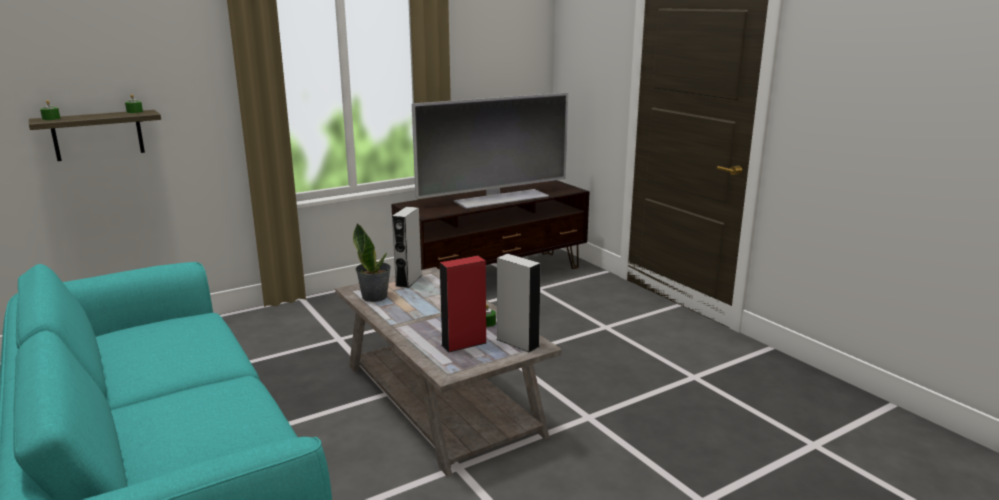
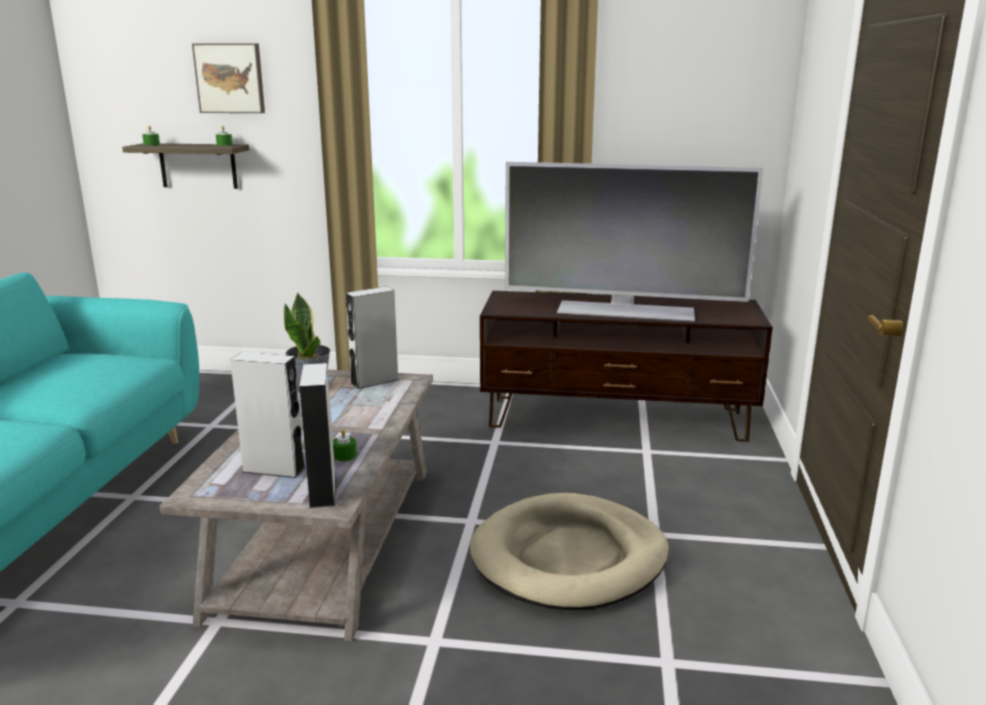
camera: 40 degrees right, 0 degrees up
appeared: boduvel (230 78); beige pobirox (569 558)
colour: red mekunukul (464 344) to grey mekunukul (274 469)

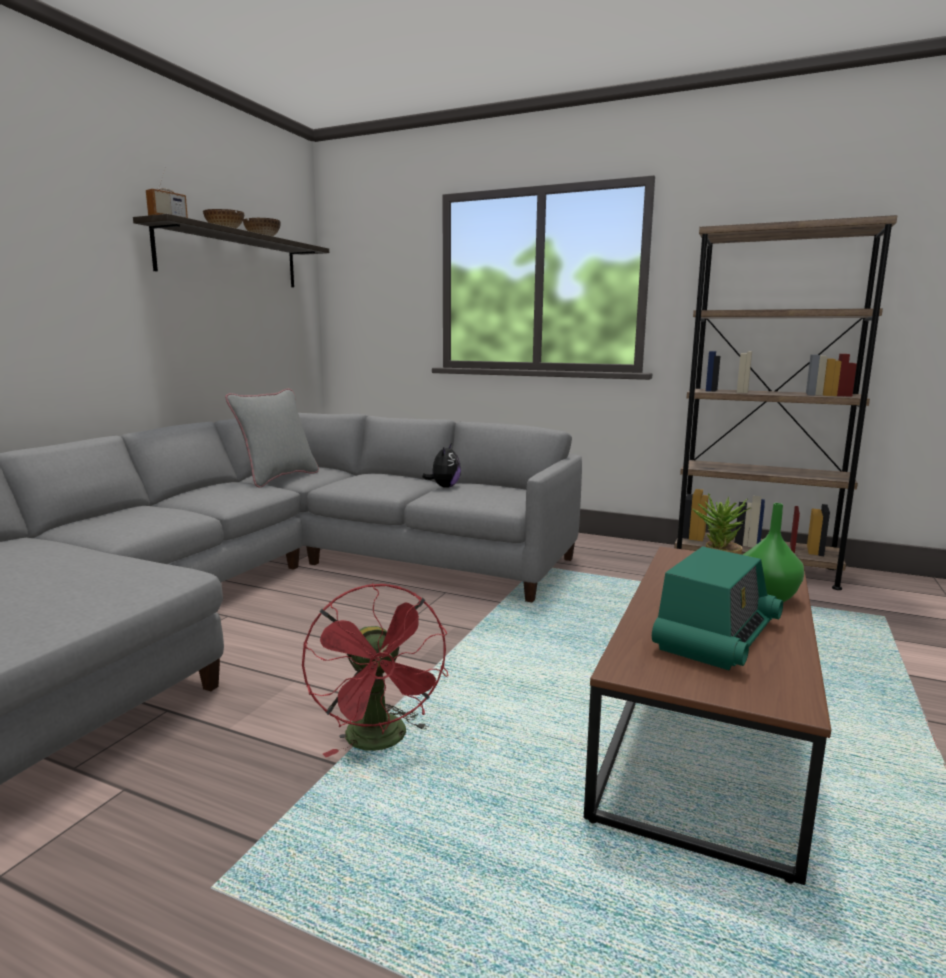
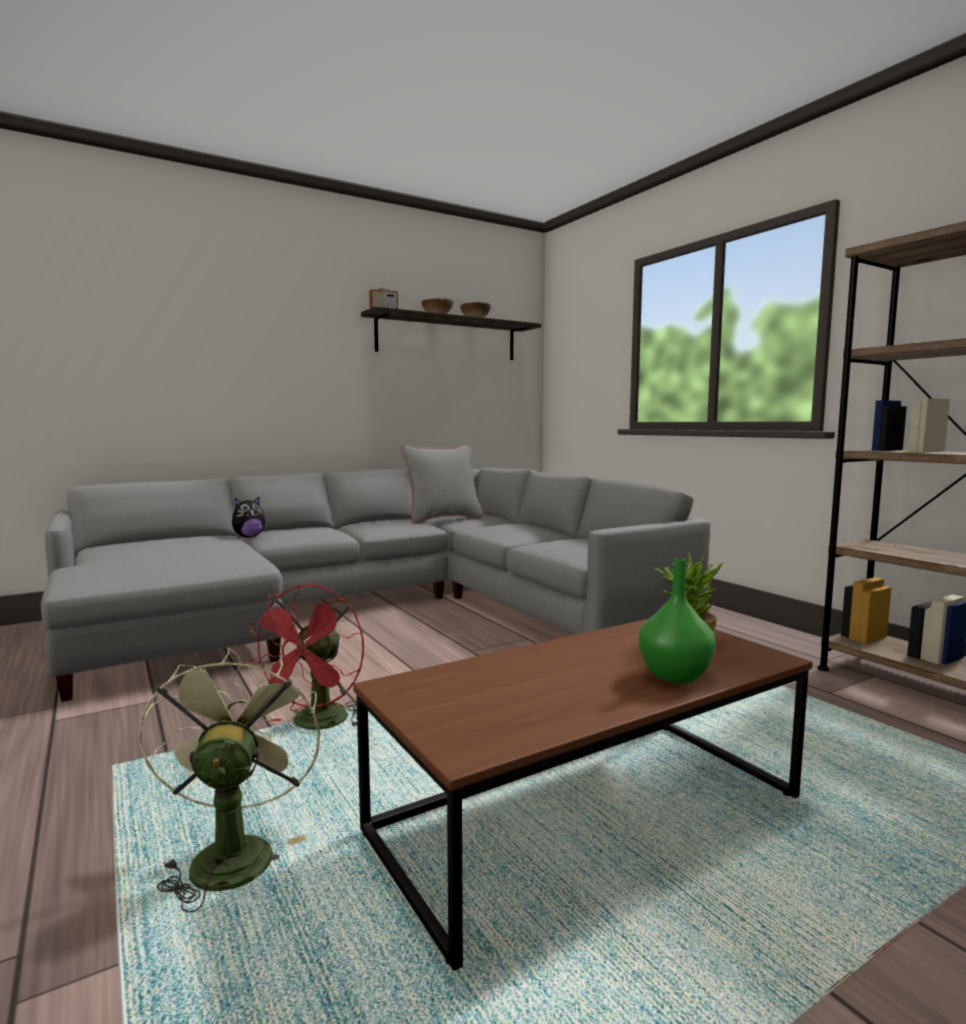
camera: 35 degrees right, 5 degrees down
missing: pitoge (716 636)
appeared: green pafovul (232 852)
relocated: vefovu (444 487) to (248 537)

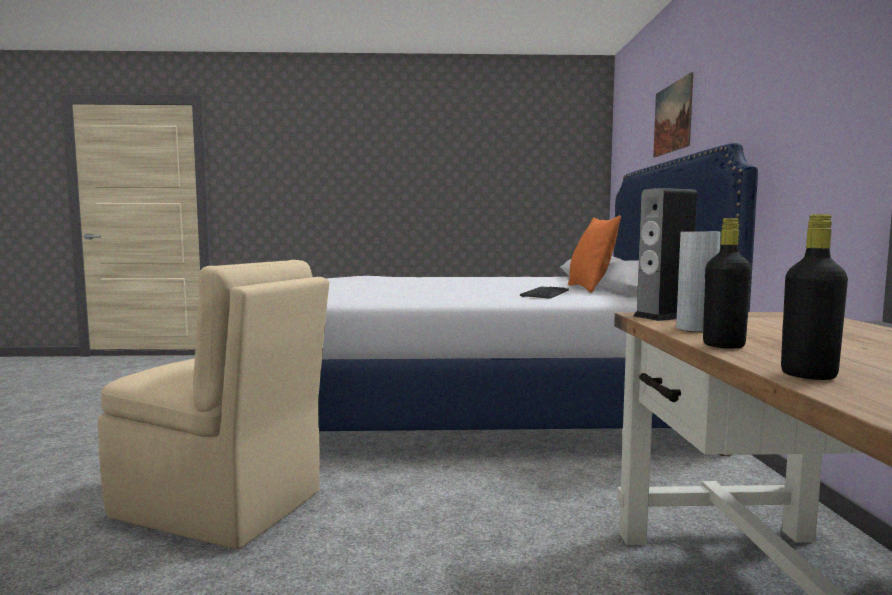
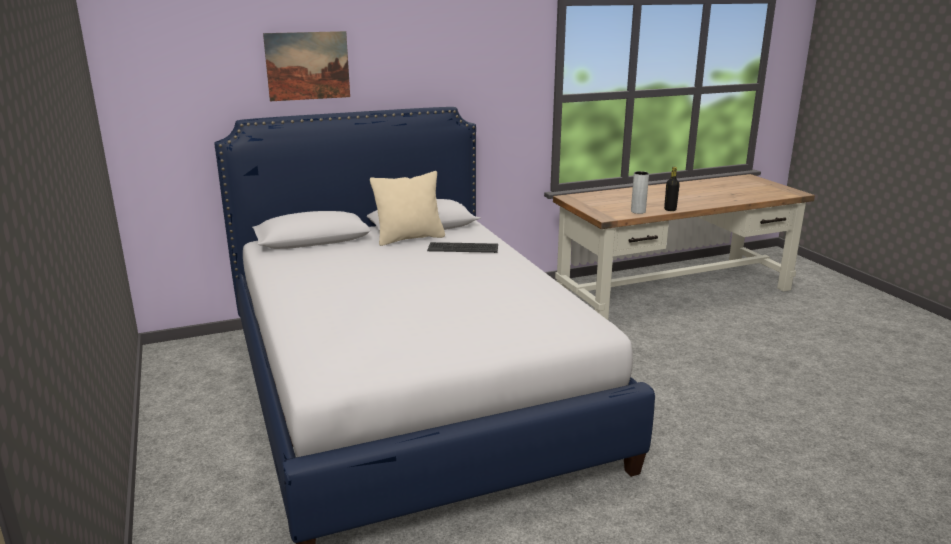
camera: 110 degrees left, 15 degrees up
missing: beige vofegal (221 506); mekunukul (663 316); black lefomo (808 375)
colour: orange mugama (590 288) to beige mugama (409 238)

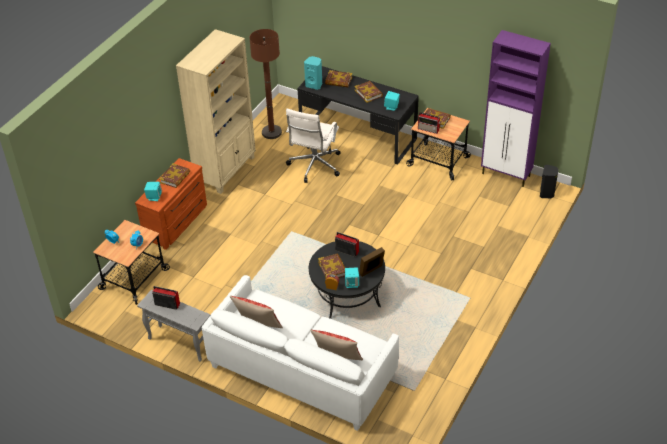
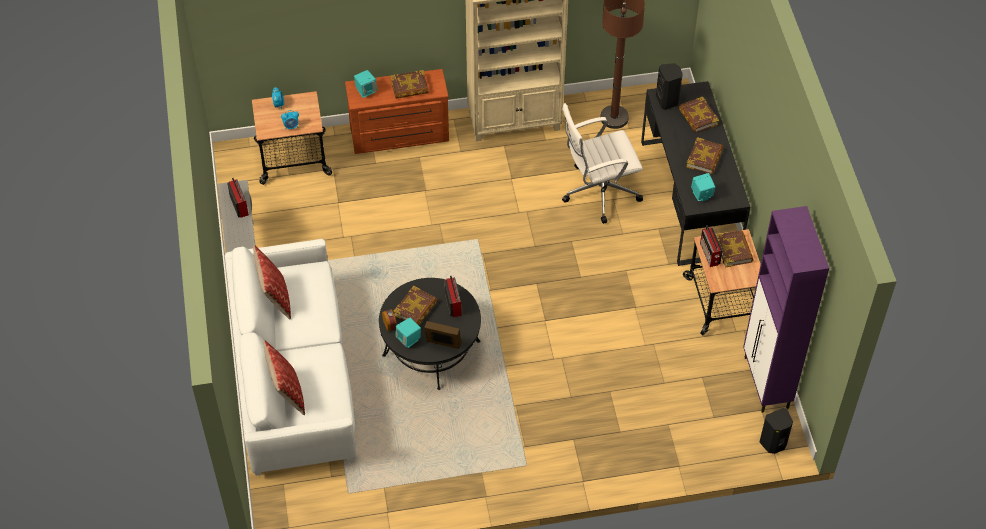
camera: 50 degrees right, 10 degrees up
colour: turquoise mekunukul (314 85) to black mekunukul (667 100)

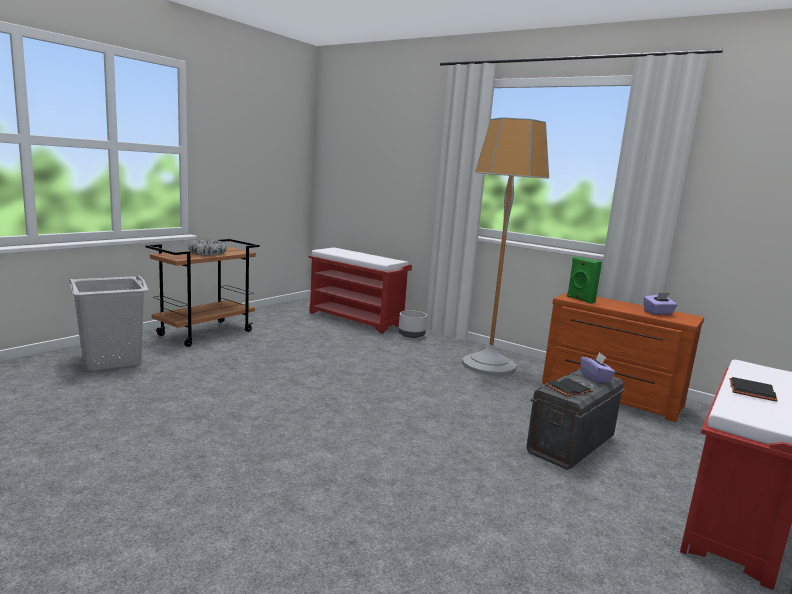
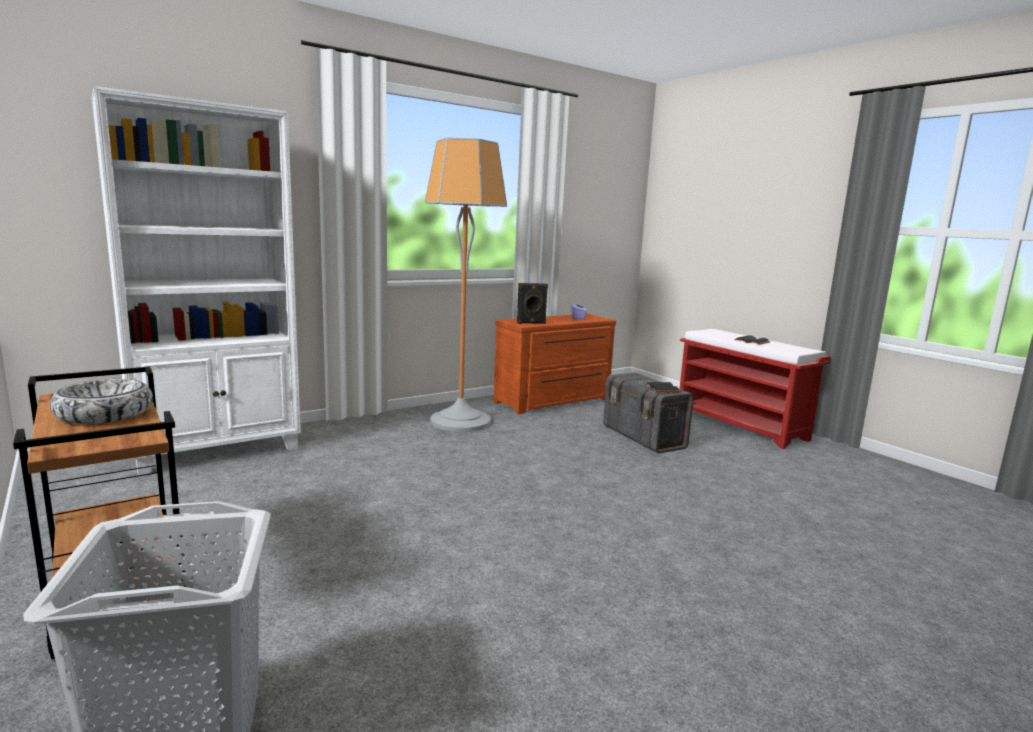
camera: 70 degrees left, 0 degrees up
missing: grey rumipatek (411 335); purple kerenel (595 378)
exchanged: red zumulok (356 319) to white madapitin (218 450)
colour: green mekunukul (580 299) to black mekunukul (531 323)

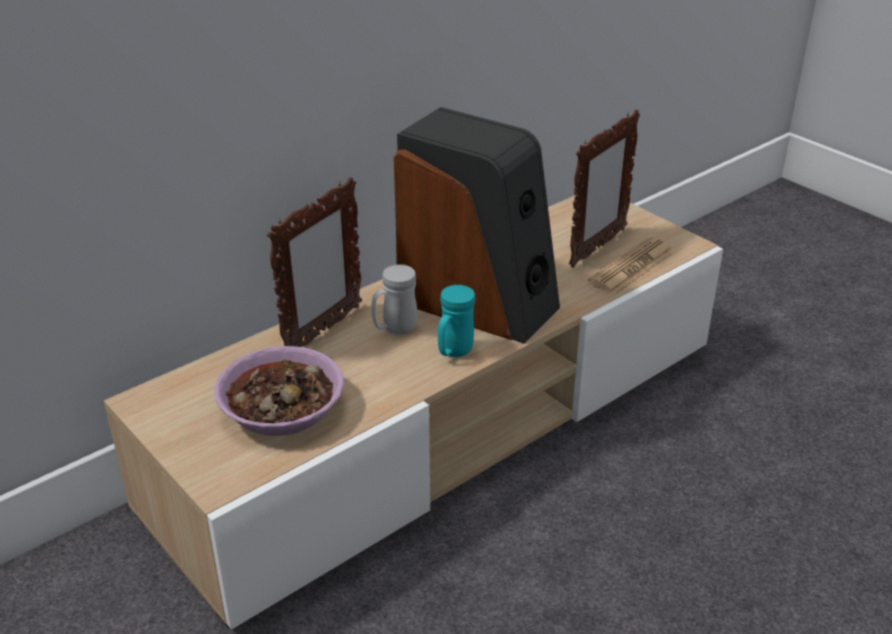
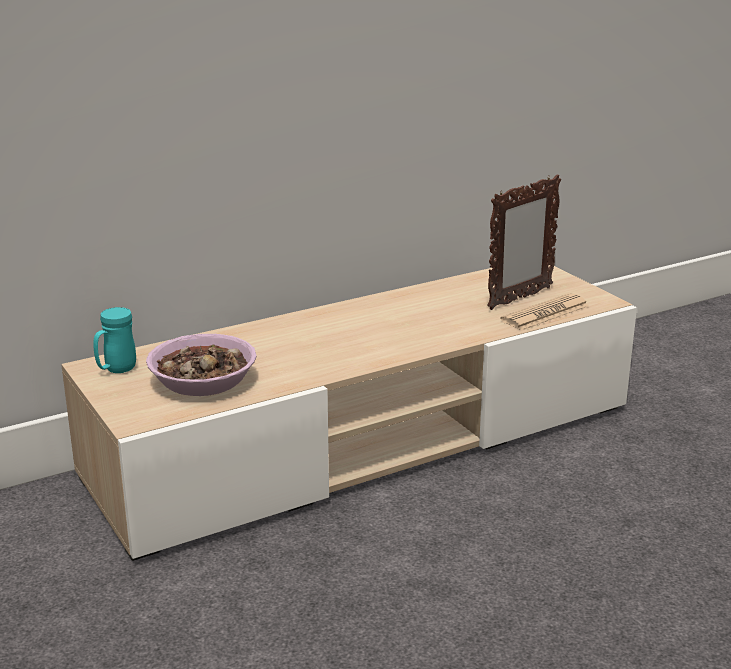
camera: 10 degrees right, 10 degrees down
missing: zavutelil (322 331); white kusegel (395 329); mekunukul (478 302)
relocated: turquoise kusegel (453 352) to (116 370)

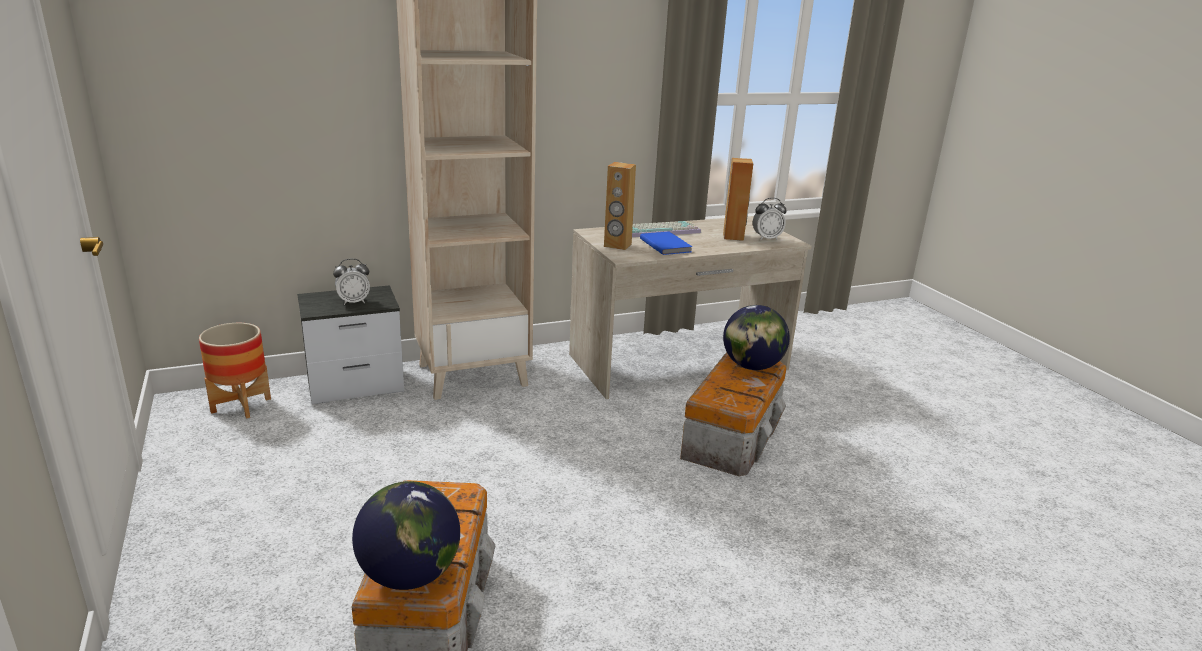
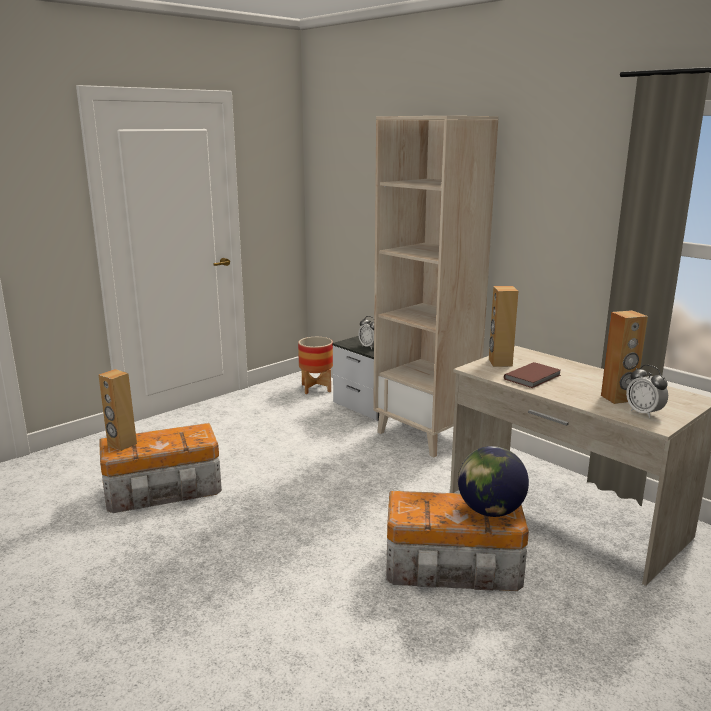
camera: 70 degrees right, 5 degrees down
missing: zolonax (660 230)
exchanged: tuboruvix (410 575) to brown mekunukul (122 444)
colour: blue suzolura (666 245) to brown suzolura (534 377)

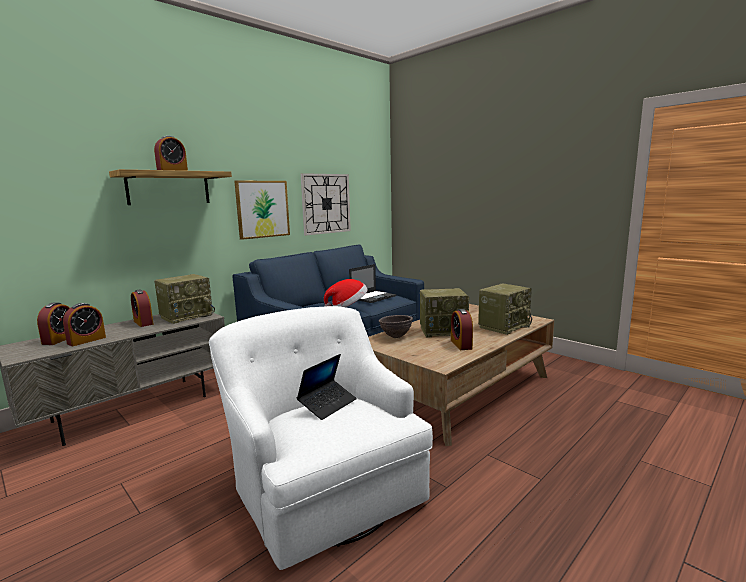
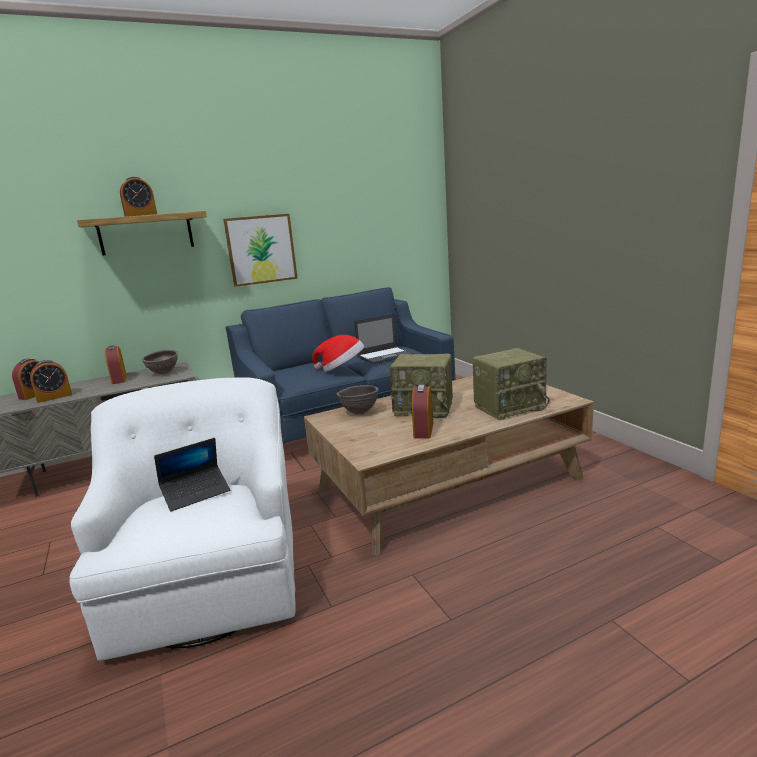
camera: 20 degrees right, 5 degrees up
missing: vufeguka (326 203)
exchanged: pitoge (187 316) to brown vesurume (163 373)

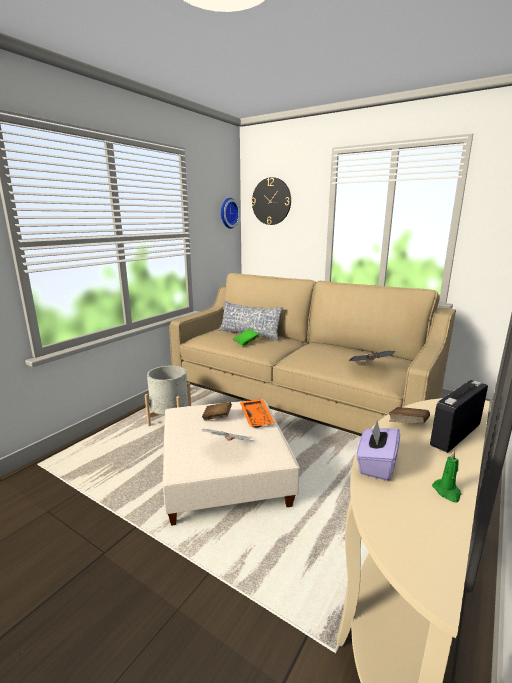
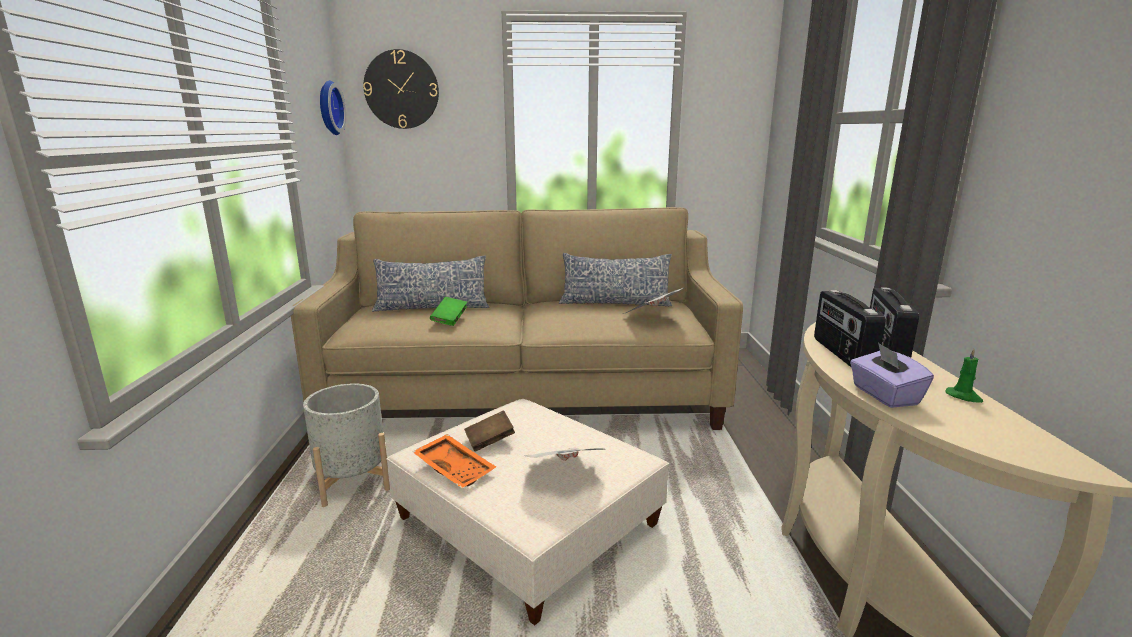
camera: 35 degrees left, 0 degrees up
appeared: mugama (614 303)
relocated: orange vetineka (257 417) to (456 469)
exchanged: brown suzolura (407 426) to pitoge (841 353)

